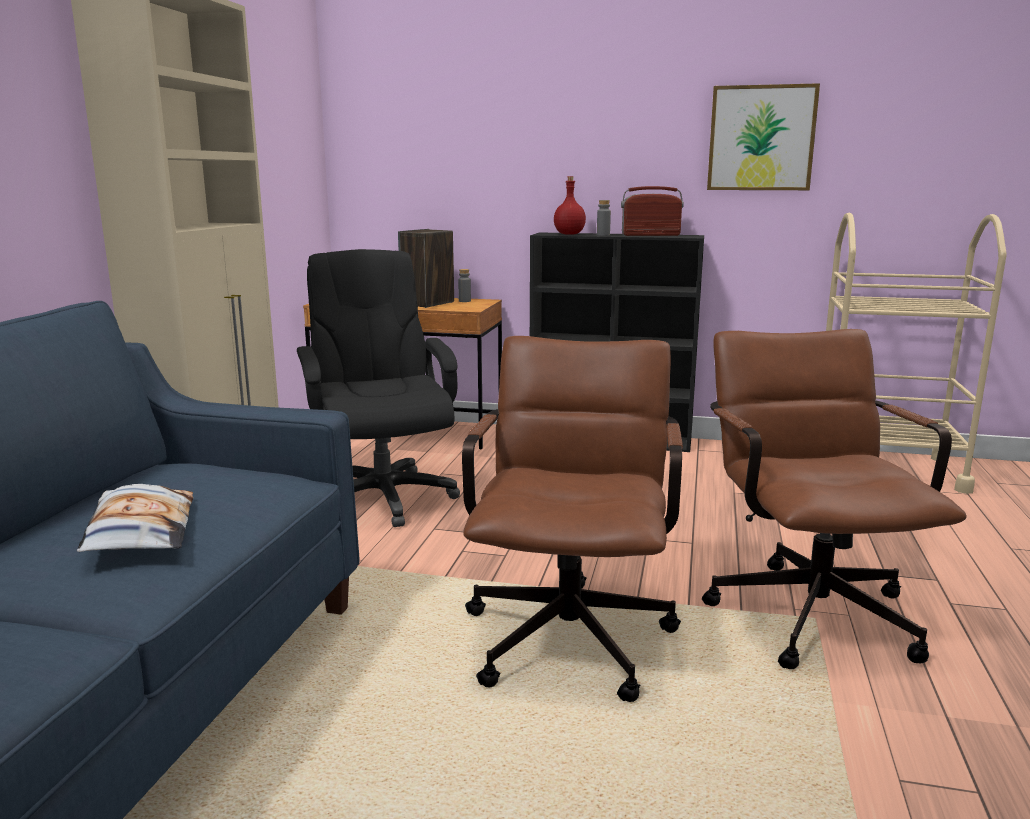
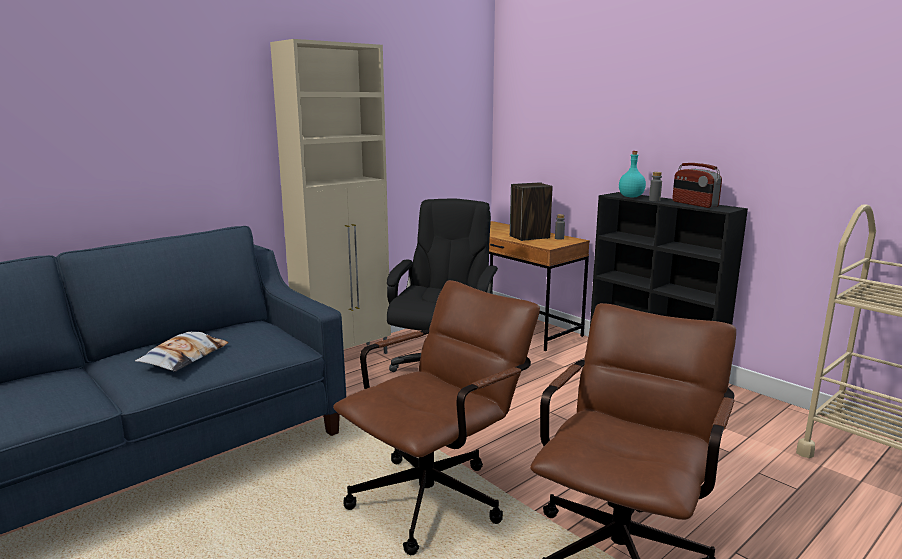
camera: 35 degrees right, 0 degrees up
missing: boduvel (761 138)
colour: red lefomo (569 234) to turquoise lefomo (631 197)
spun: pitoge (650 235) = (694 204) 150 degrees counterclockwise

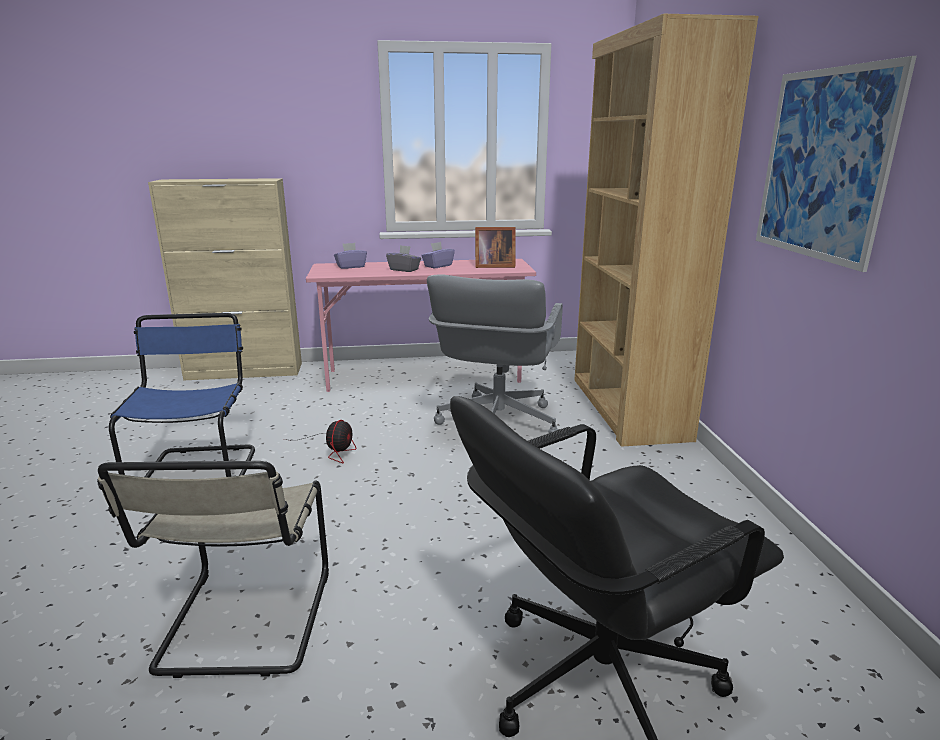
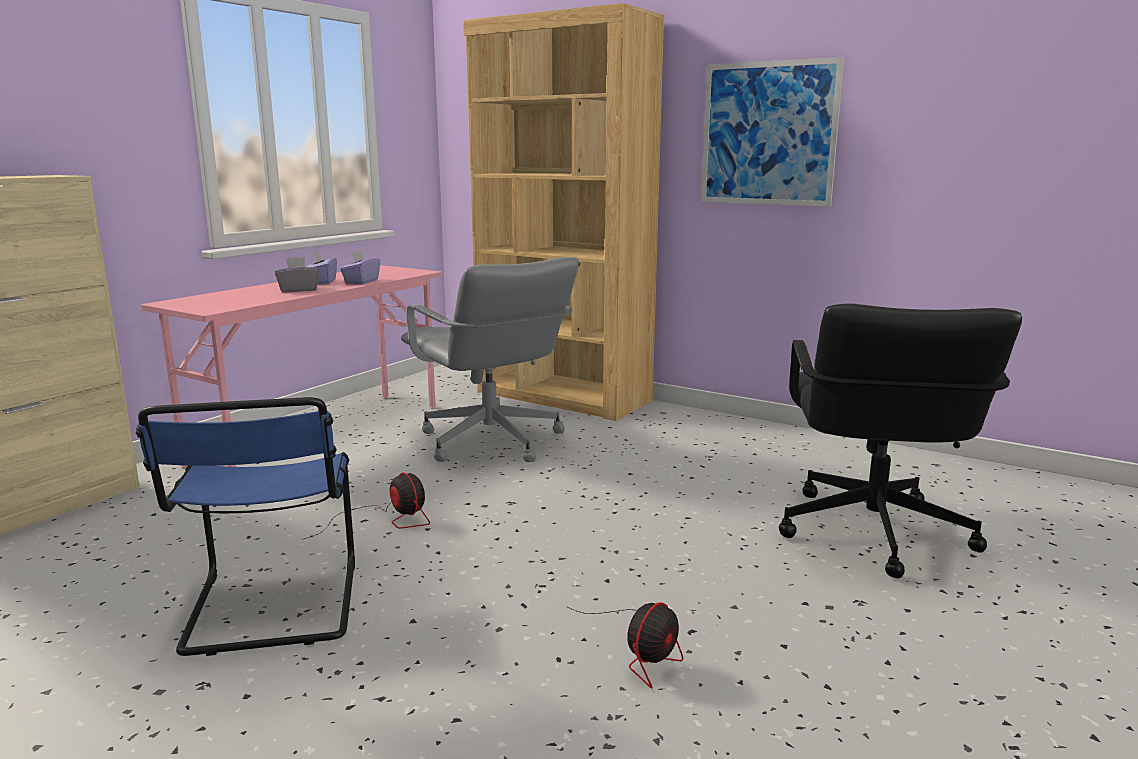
camera: 50 degrees left, 5 degrees down
missing: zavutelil (493 266)
relocated: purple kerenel (351 266) to (361 281)
exchanged: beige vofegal (244 624) to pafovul (644 650)
spun: blue vofegal (198 472) = (272 609) 135 degrees counterclockwise

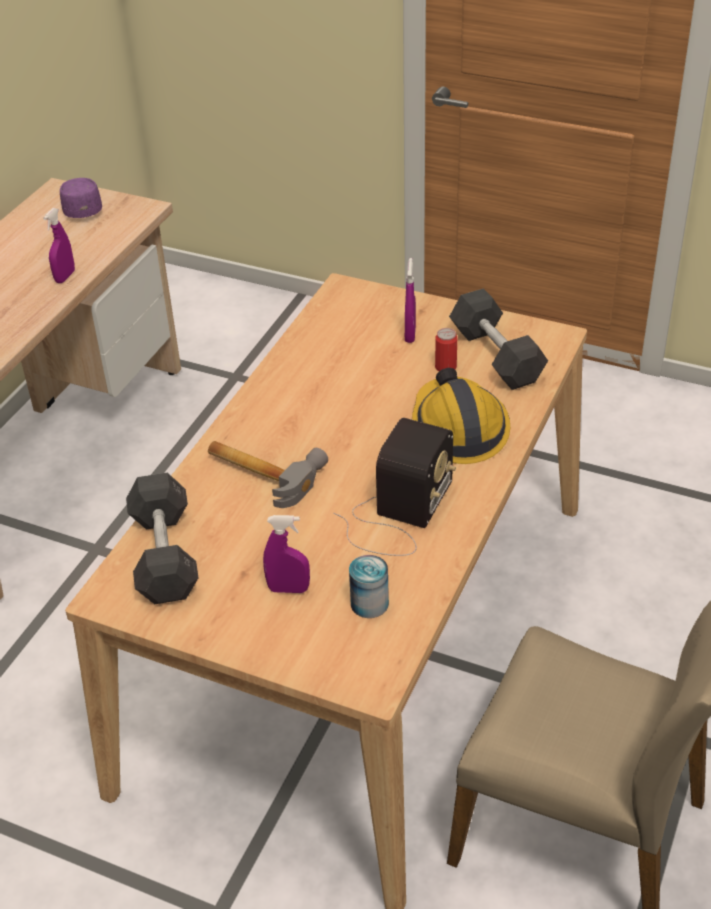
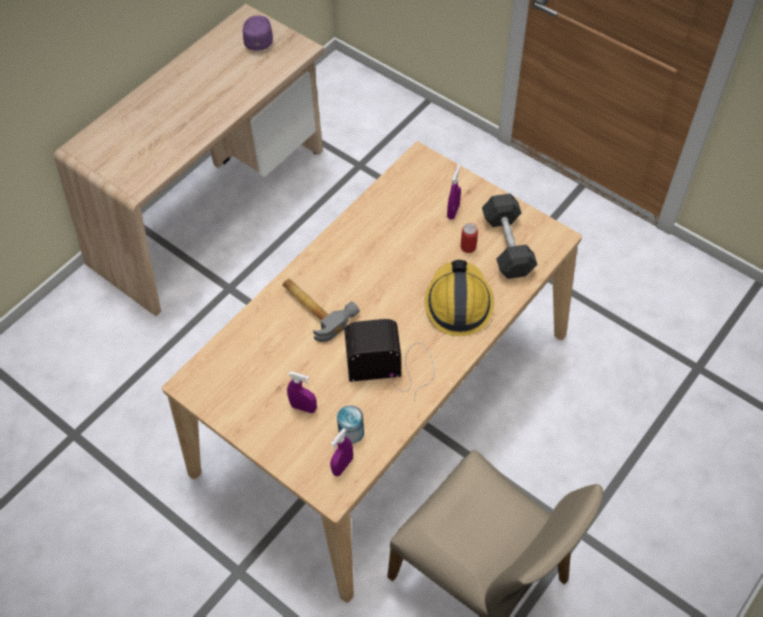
camera: 15 degrees right, 15 degrees up
missing: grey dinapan (164 555)
relocated: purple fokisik (65 277) to (342 466)
spun: pitoge (398 514) = (393 366) 135 degrees counterclockwise

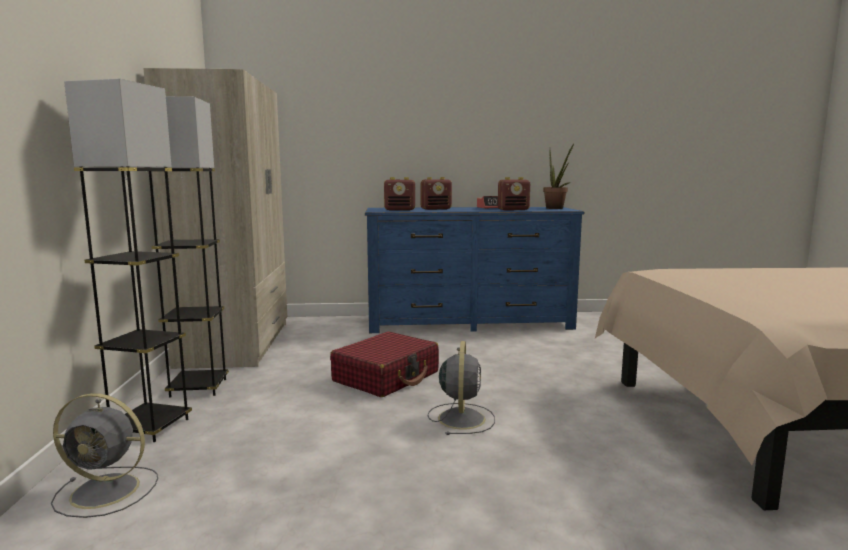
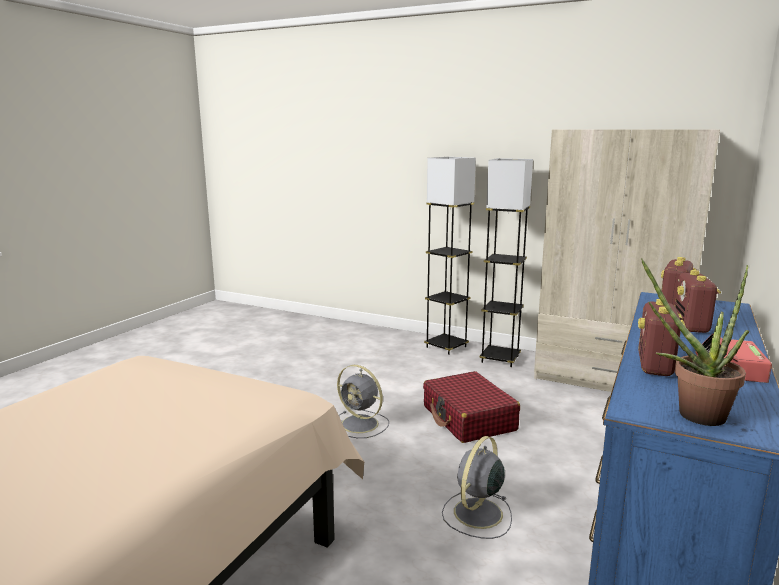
camera: 120 degrees right, 5 degrees up
relocated: grey pafovul (108 491) to (477 514)

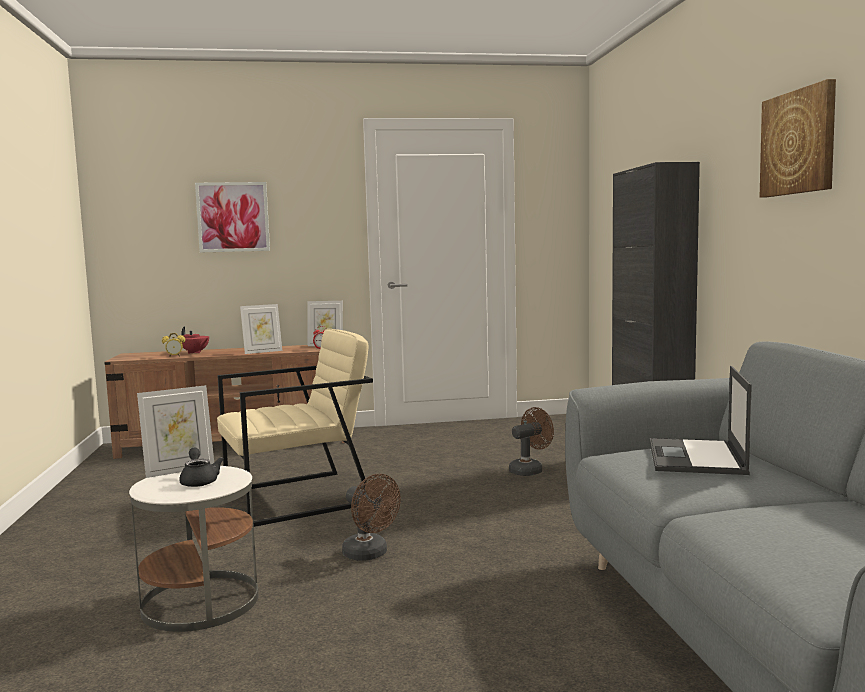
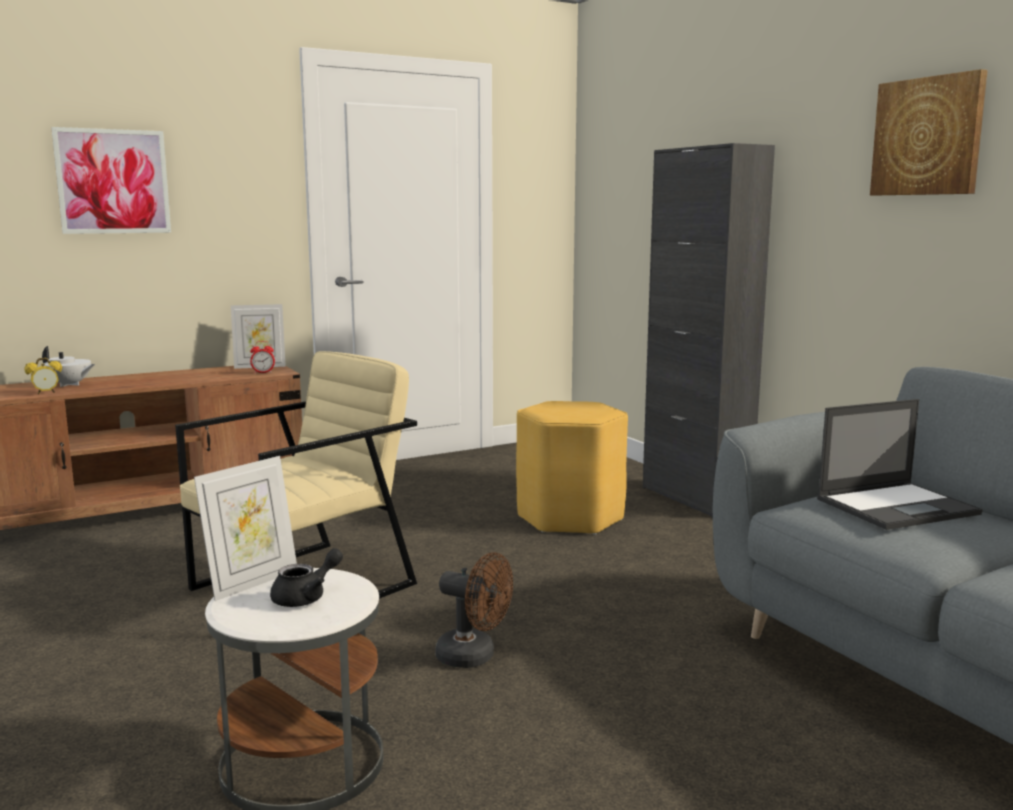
camera: 20 degrees left, 5 degrees up
missing: zavutelil (262 352)
exchanged: brown pafovul (530 470) to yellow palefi (569 517)
colour: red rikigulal (195 352) to white rikigulal (70 384)
spun: black rikigulal (199 481) = (306 597) 90 degrees clockwise; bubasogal (696 458) = (898 506) 105 degrees counterclockwise

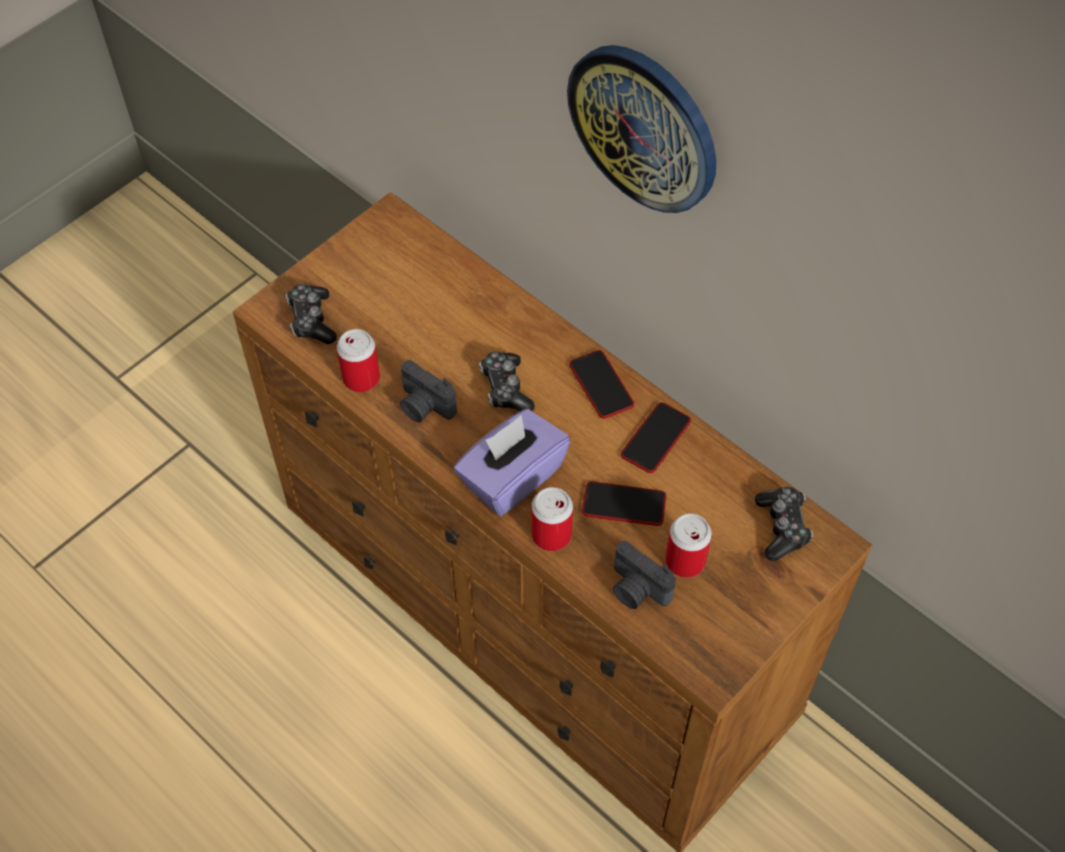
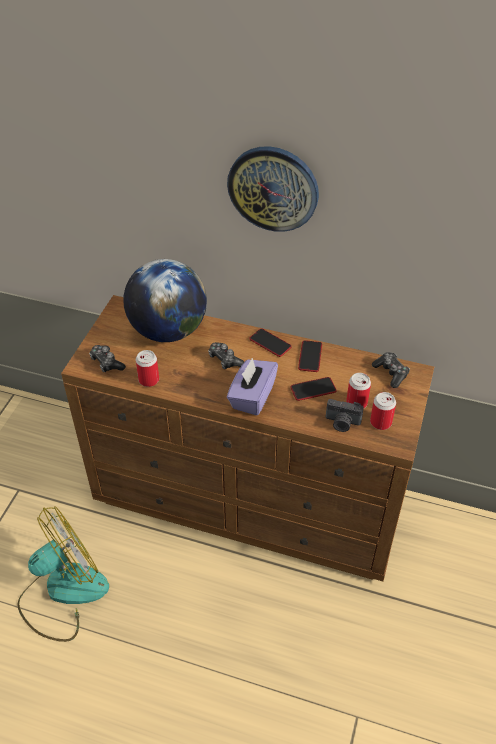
camera: 25 degrees left, 10 degrees down
missing: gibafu (424 406)
appeared: pafovul (63 592); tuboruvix (168 330)
relocated: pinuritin (551 535) to (380 422)

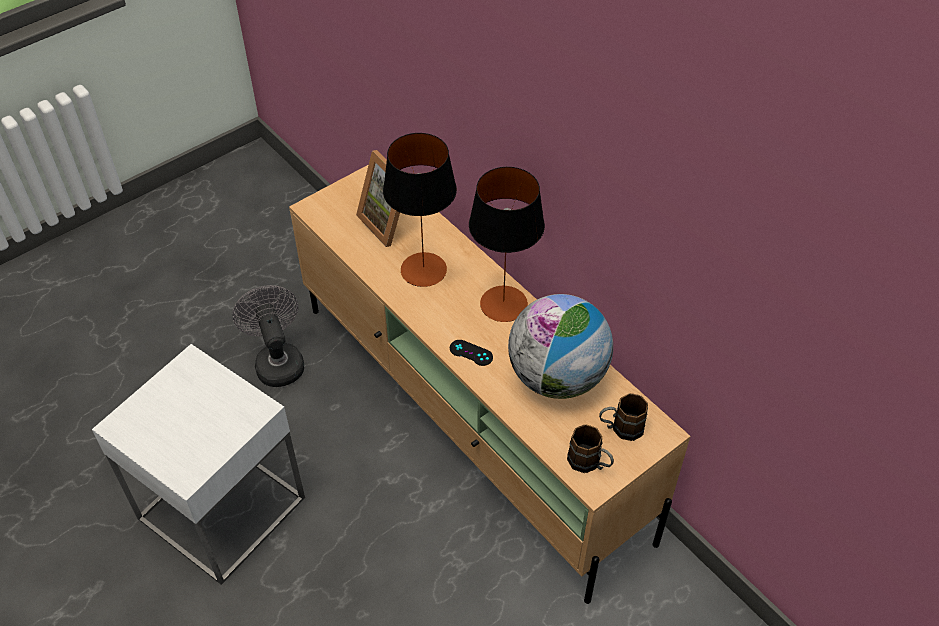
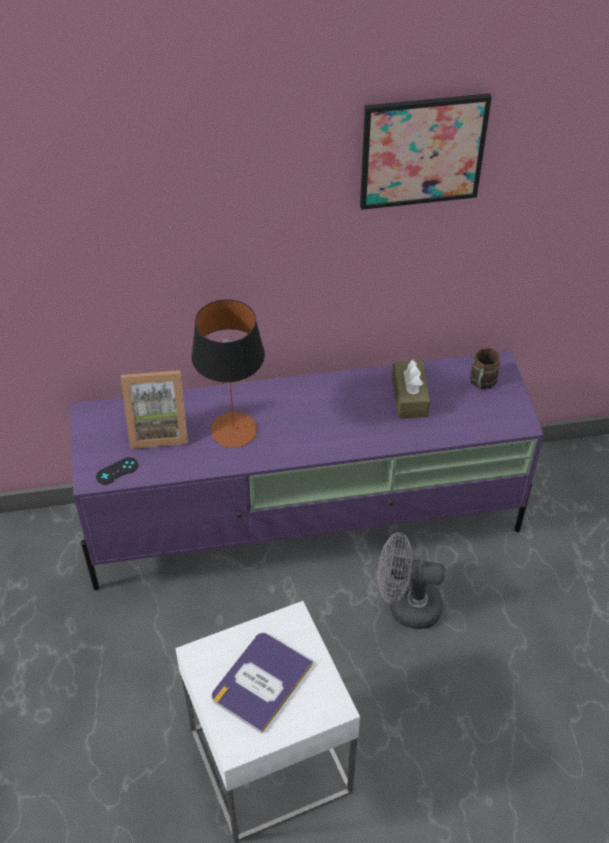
camera: 60 degrees left, 0 degrees up
missing: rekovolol (503 303); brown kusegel (590 463)
appeared: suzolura (261 681); boduvel (422 151)
relocated: grey pafovul (277 361) to (406 606); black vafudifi (471 353) to (117 471)
exchanged: tuboruvix (557 377) to brown kerenel (409 397)
colour: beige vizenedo (472 420) to purple vizenedo (306 523)

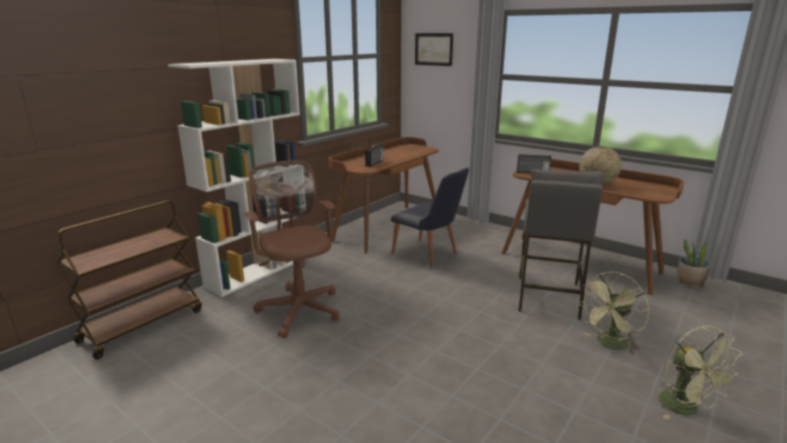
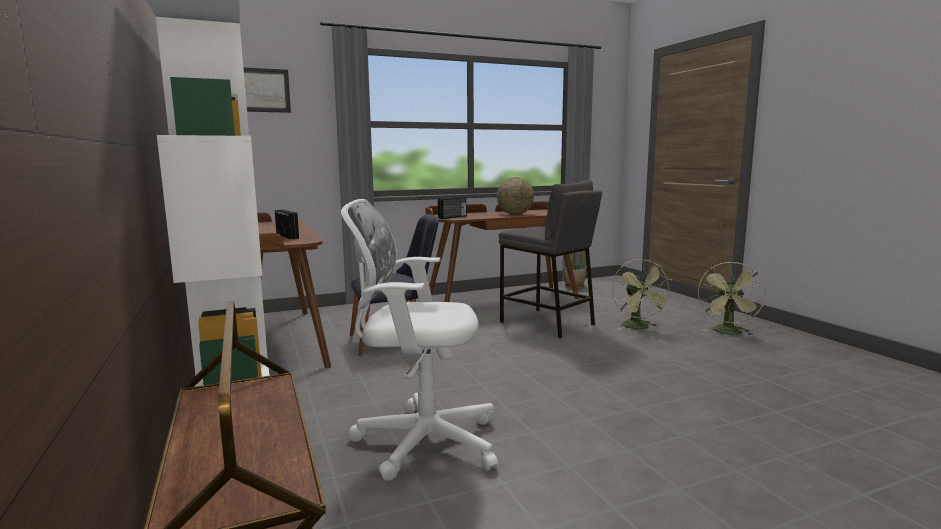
camera: 60 degrees left, 10 degrees down
colour: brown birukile (299 308) to white birukile (420 441)
spun: green pafovul (686 409) = (728 333) 105 degrees clockwise

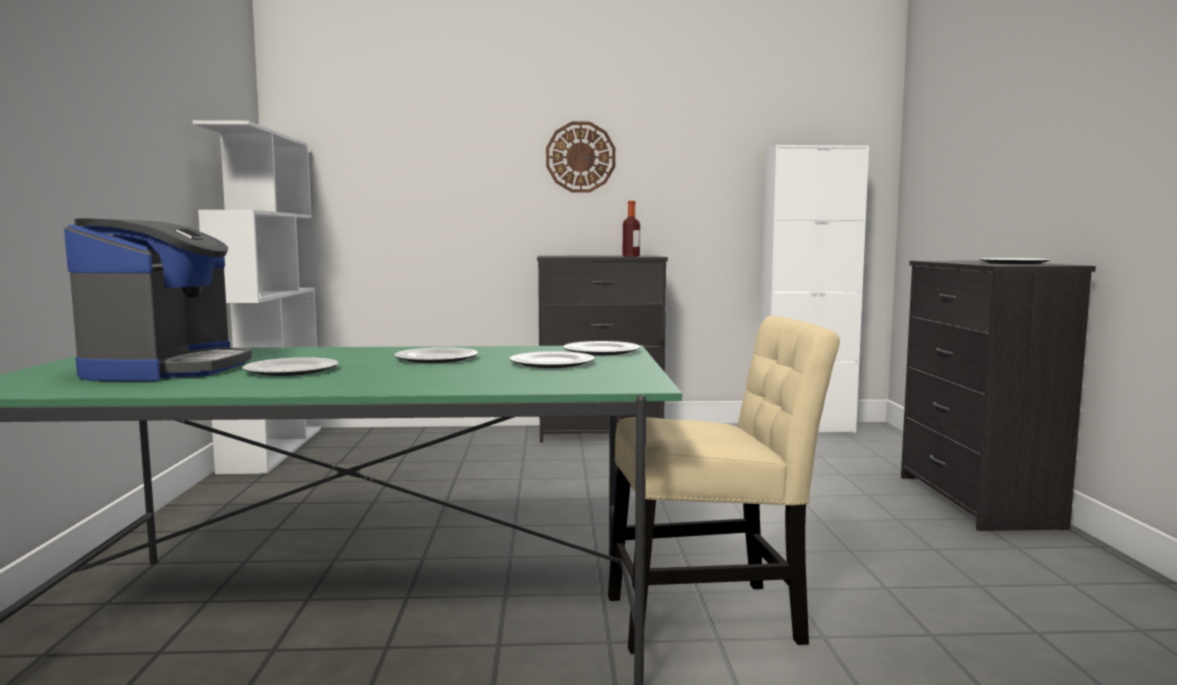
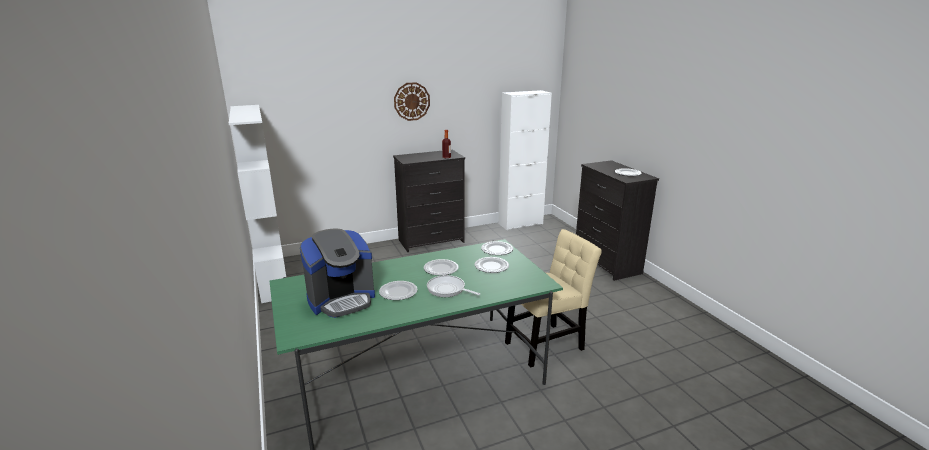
camera: 20 degrees left, 15 degrees up
appeared: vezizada (448 289)
spun: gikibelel (166 369) = (341 300) 75 degrees clockwise

